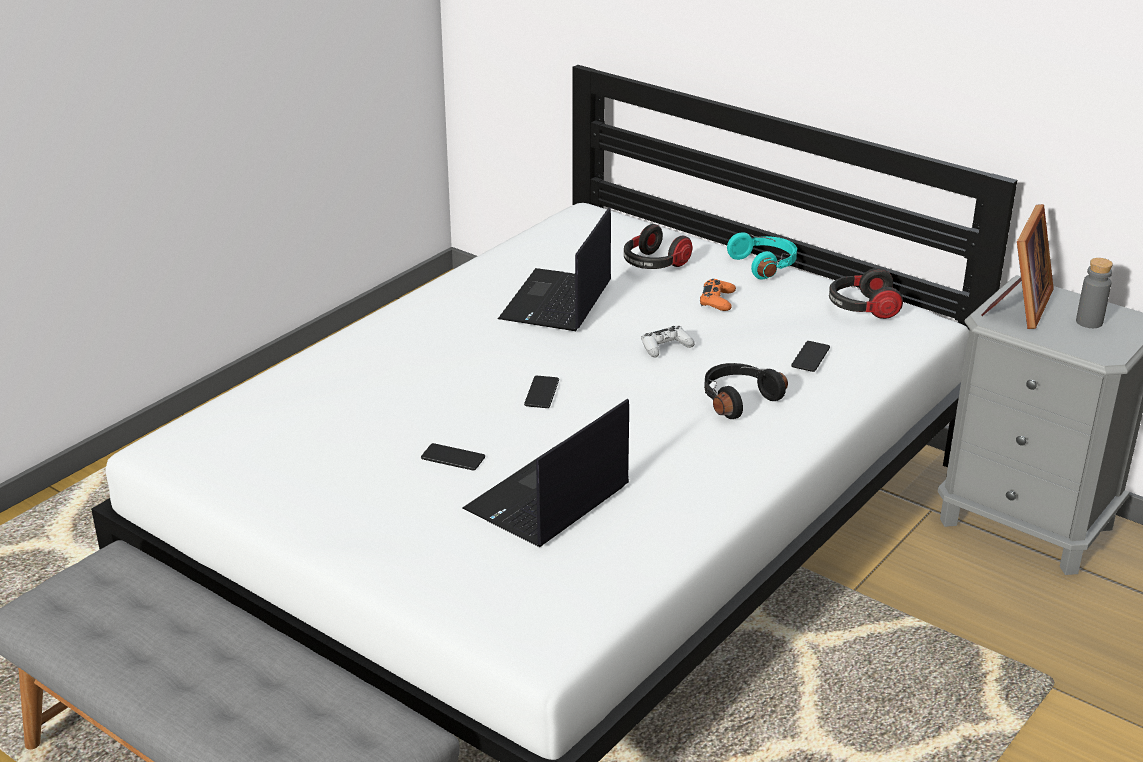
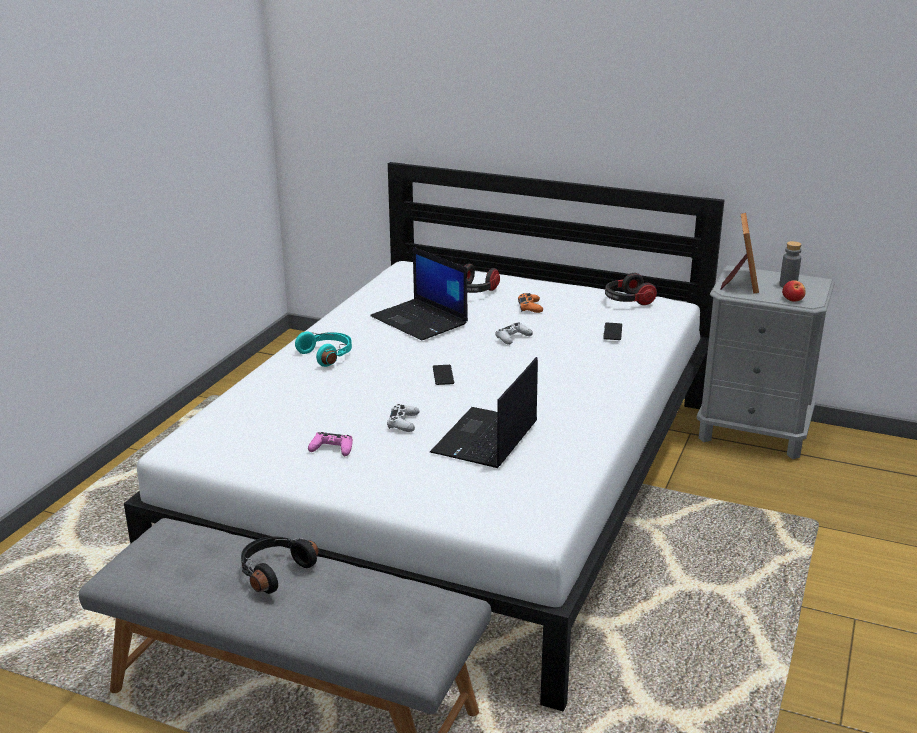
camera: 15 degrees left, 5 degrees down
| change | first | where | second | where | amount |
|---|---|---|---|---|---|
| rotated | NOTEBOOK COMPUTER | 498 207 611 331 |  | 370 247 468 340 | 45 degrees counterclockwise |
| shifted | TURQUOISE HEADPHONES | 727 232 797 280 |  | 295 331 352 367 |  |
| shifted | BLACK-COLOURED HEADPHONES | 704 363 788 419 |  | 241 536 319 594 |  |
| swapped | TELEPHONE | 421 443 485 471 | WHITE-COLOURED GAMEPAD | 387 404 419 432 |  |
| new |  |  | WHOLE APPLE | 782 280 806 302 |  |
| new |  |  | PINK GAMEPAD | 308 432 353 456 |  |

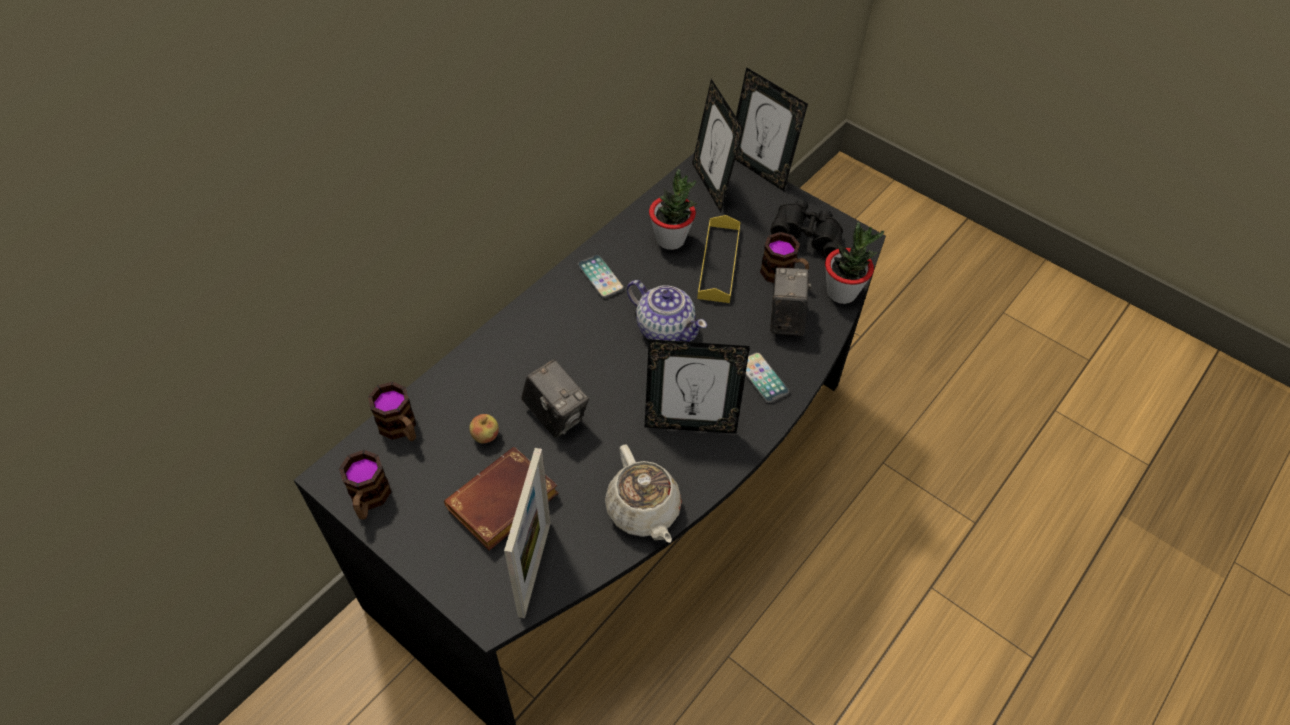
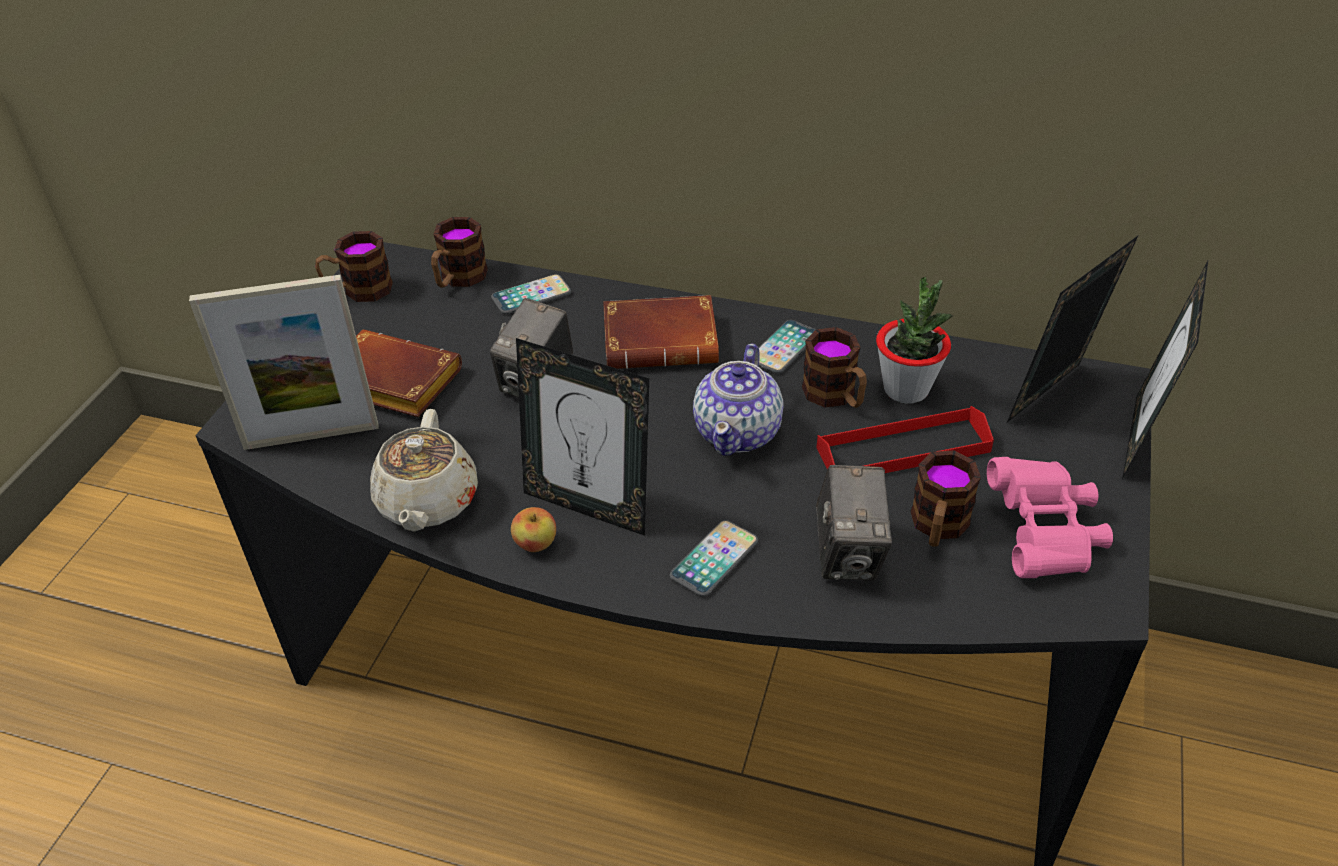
camera: 70 degrees right, 10 degrees down
| change | first | where | second | where | amount |
|---|---|---|---|---|---|
| repainted | BLACK-COLOURED BINOCULARS | 770 200 843 258 | PINK BINOCULARS | 987 457 1113 578 |  |
| repainted | YELLOW-COLOURED TRAY | 697 215 741 303 | REDDISH TRAY | 816 406 994 473 |  |
| gone | HOUSEPLANT | 825 222 884 304 |  |  |  |
| rotated | STILL CAMERA | 770 268 812 336 |  | 816 465 892 581 | 105 degrees clockwise |
| rotated | STANDING FRAME | 645 339 750 434 |  | 516 338 649 536 | 45 degrees counterclockwise |
| shifted | WHOLE APPLE | 469 414 499 443 |  | 511 507 556 552 |  |
| rotated | BEIGE TEAPOT | 605 445 682 543 |  | 370 409 478 532 | 45 degrees counterclockwise |
| new |  |  | TELEPHONE | 491 274 571 314 |  |
| new |  |  | BROWNISH VOLUME | 603 295 719 369 |  |
| new |  |  | MUG | 802 327 867 408 |  |

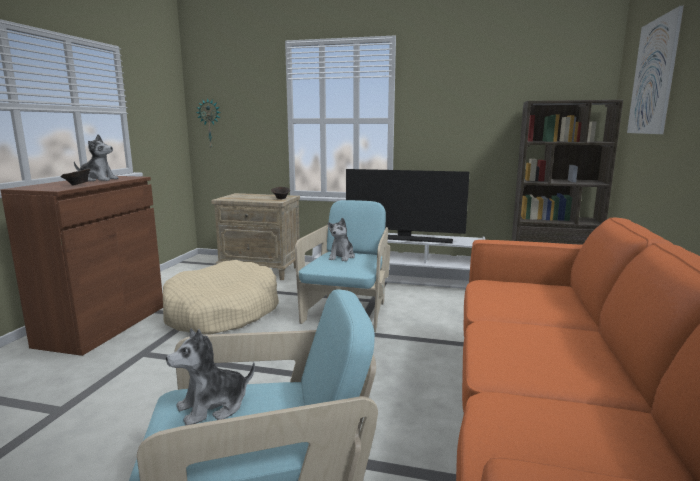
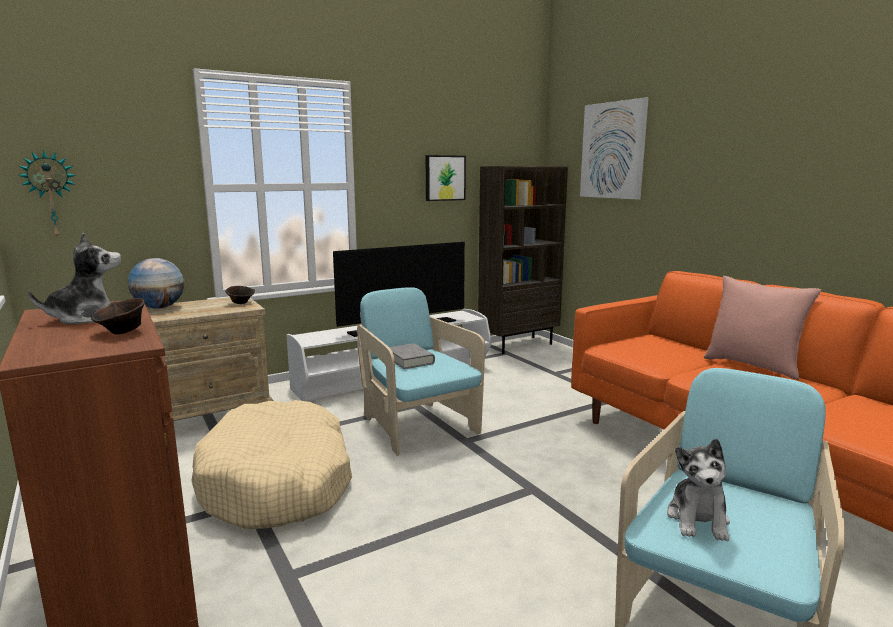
camera: 45 degrees left, 0 degrees up
| change | first | where | second | where | amount |
|---|---|---|---|---|---|
| swapped | PLUSH TOY | 328 218 355 261 | GREY VOLUME | 389 343 435 369 |  |
| new |  |  | PICTURE | 426 155 466 201 |  |
| new |  |  | DESK GLOBE | 128 258 184 309 |  |
| new |  |  | PINK CUSHION | 704 276 821 380 |  |

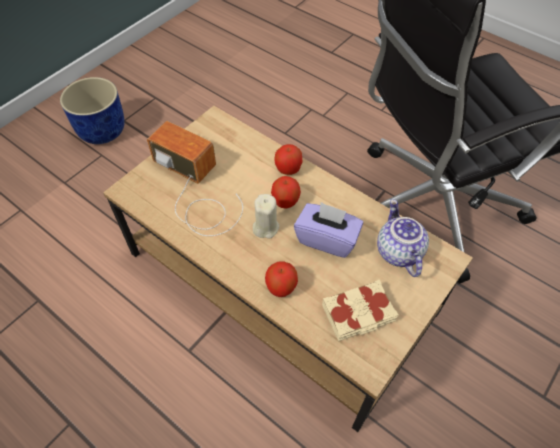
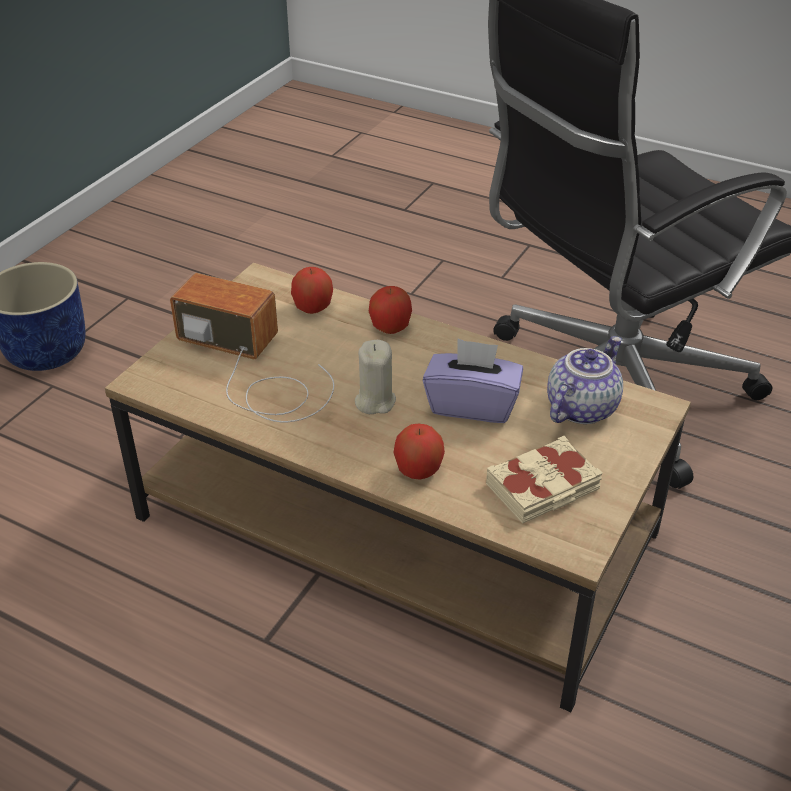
camera: 10 degrees left, 15 degrees down
| change | first | where | second | where | amount |
|---|---|---|---|---|---|
| shifted | WHOLE APPLE | 271 176 301 209 |  | 291 267 333 314 |  |
| rotated | TEAPOT | 377 199 429 277 |  | 547 336 623 424 | 60 degrees clockwise |

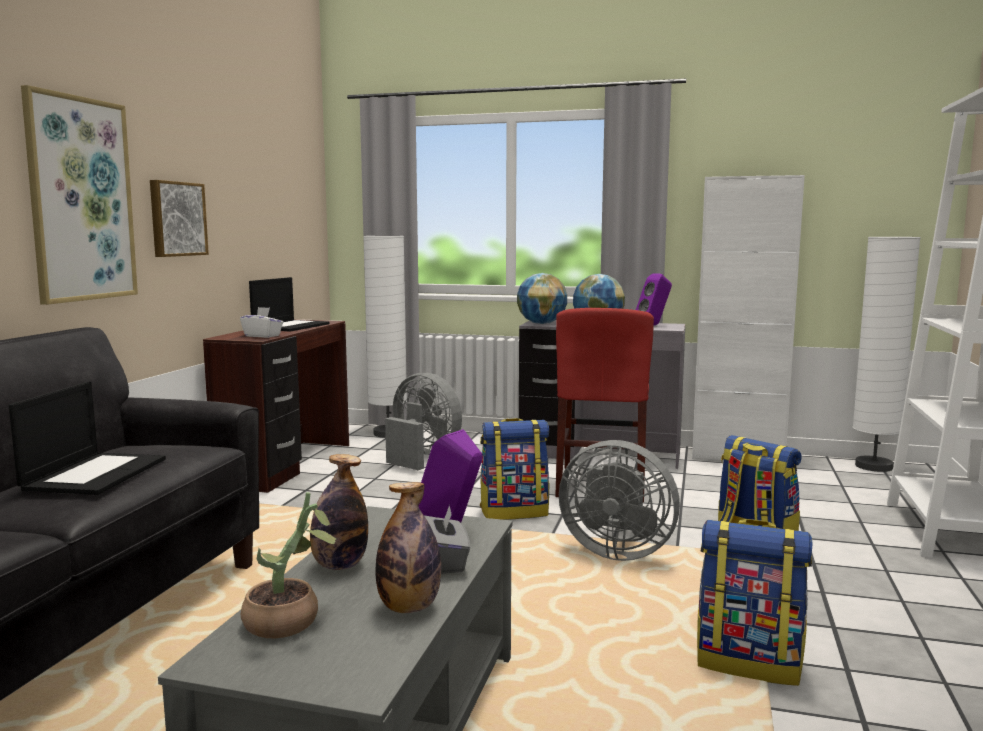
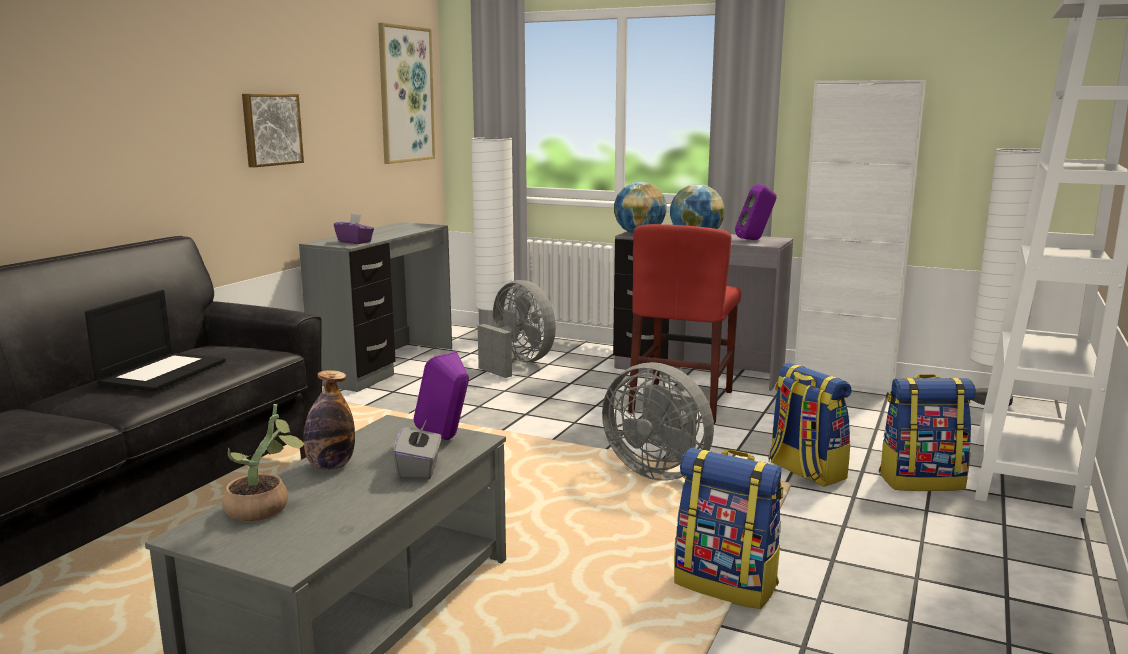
camera: 10 degrees right, 5 degrees up
| change | first | where | second | where | amount |
|---|---|---|---|---|---|
| shifted | PICTURE | 21 85 138 305 |  | 378 23 435 164 |  |
| gone | NOTEBOOK COMPUTER | 249 277 330 332 |  |  |  |
| repainted | WHITE-COLOURED BOX OF TISSUES | 240 307 283 338 | PURPLISH BOX OF TISSUES | 334 214 374 244 |  |
| repainted | BROWNISH DESK TABLE | 203 319 349 493 | GREY DESK TABLE | 299 222 452 392 |  |
| shifted | RUCKSACK | 480 418 549 520 |  | 879 374 976 491 |  |
| gone | BEVERAGE BOTTLE | 376 482 441 613 |  |  |  |

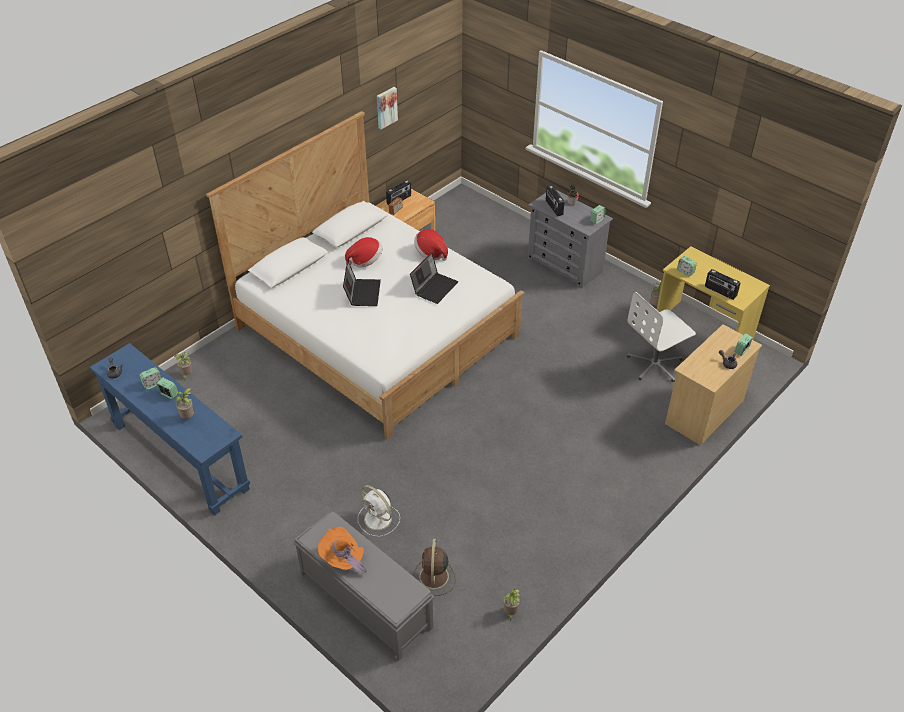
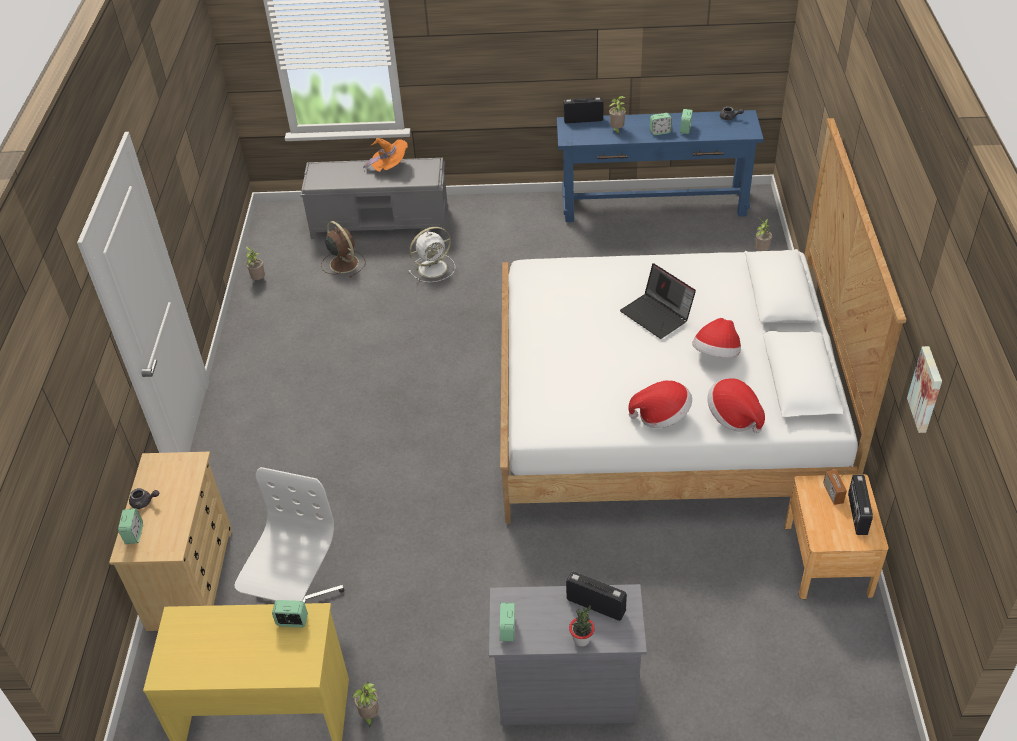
camera: 140 degrees right, 0 degrees up
| change | first | where | second | where | amount |
|---|---|---|---|---|---|
| gone | NOTEBOOK COMPUTER | 410 253 458 304 |  |  |  |
| shifted | RADIO SET | 705 269 740 300 |  | 563 97 604 123 |  |
| rotated | WHITE-COLOURED ELECTRIC FAN | 358 485 400 537 |  | 409 227 455 282 | 150 degrees clockwise |
| new |  |  | HAT | 708 378 765 433 |  |

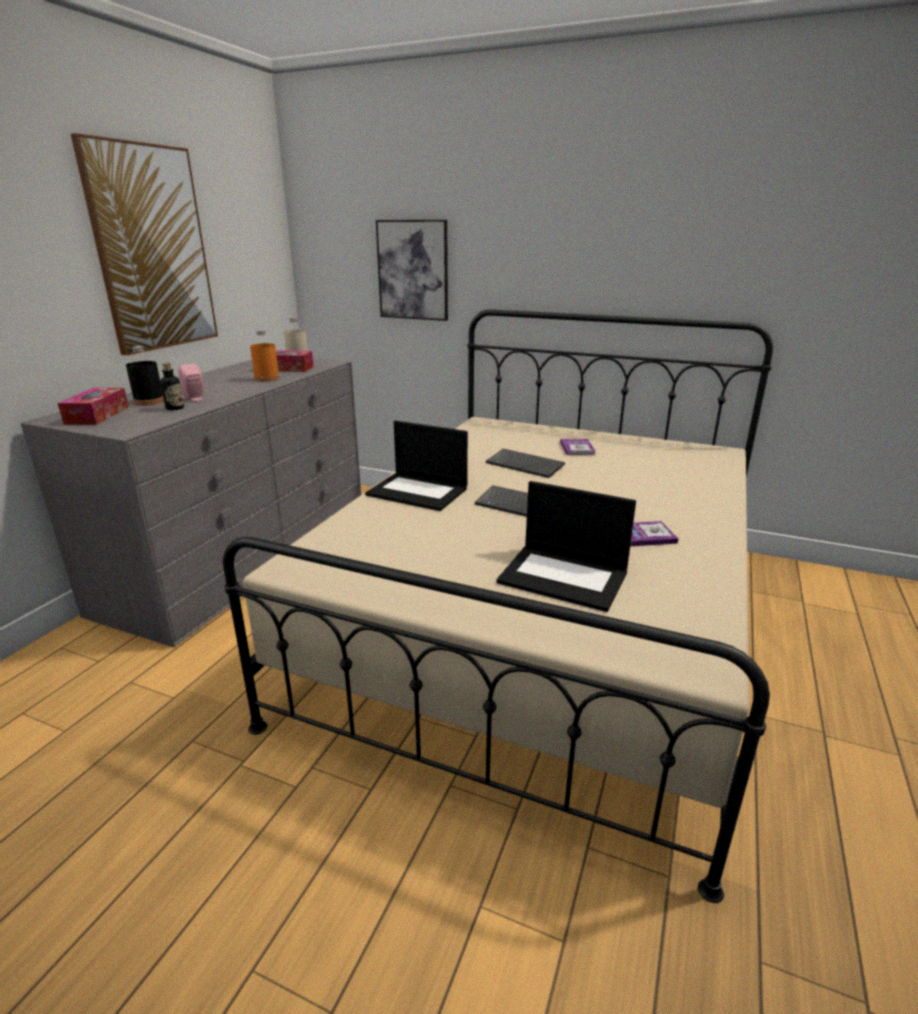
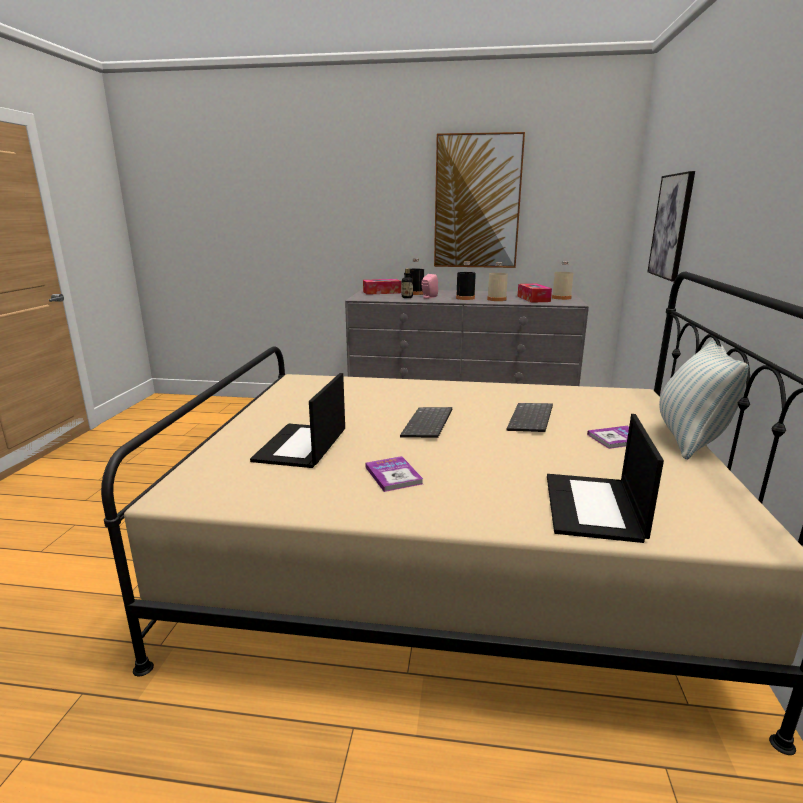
camera: 75 degrees right, 5 degrees down
| change | first | where | second | where | amount |
|---|---|---|---|---|---|
| repainted | ORANGE BEVERAGE BOTTLE | 250 330 280 382 | BEIGE BEVERAGE BOTTLE | 487 262 508 301 |  |
| shifted | NOTEBOOK COMPUTER | 365 420 468 511 |  | 547 414 664 543 |  |
| new |  |  | BLACK-COLOURED BEVERAGE BOTTLE | 456 261 476 300 |  |
| new |  |  | CUSHION | 659 338 749 460 |  |

